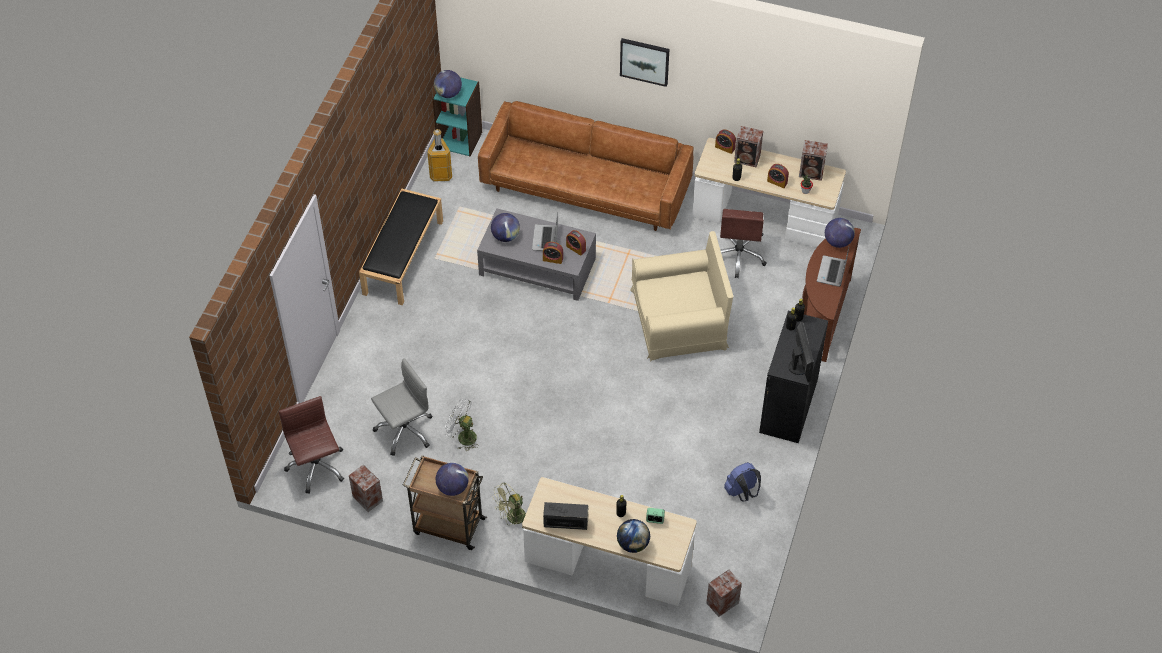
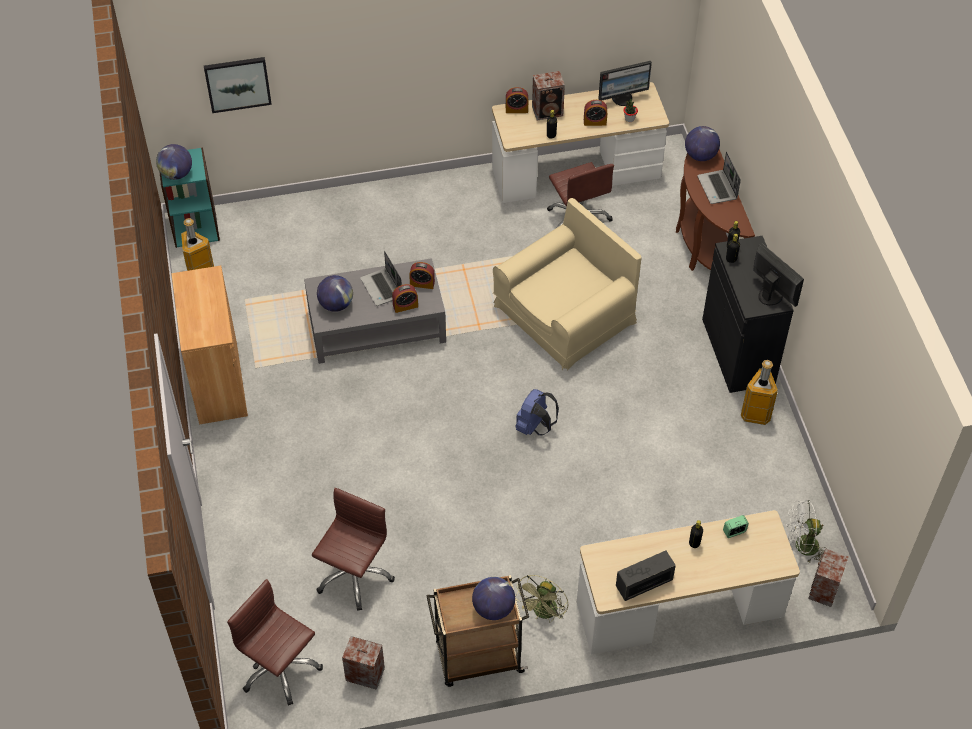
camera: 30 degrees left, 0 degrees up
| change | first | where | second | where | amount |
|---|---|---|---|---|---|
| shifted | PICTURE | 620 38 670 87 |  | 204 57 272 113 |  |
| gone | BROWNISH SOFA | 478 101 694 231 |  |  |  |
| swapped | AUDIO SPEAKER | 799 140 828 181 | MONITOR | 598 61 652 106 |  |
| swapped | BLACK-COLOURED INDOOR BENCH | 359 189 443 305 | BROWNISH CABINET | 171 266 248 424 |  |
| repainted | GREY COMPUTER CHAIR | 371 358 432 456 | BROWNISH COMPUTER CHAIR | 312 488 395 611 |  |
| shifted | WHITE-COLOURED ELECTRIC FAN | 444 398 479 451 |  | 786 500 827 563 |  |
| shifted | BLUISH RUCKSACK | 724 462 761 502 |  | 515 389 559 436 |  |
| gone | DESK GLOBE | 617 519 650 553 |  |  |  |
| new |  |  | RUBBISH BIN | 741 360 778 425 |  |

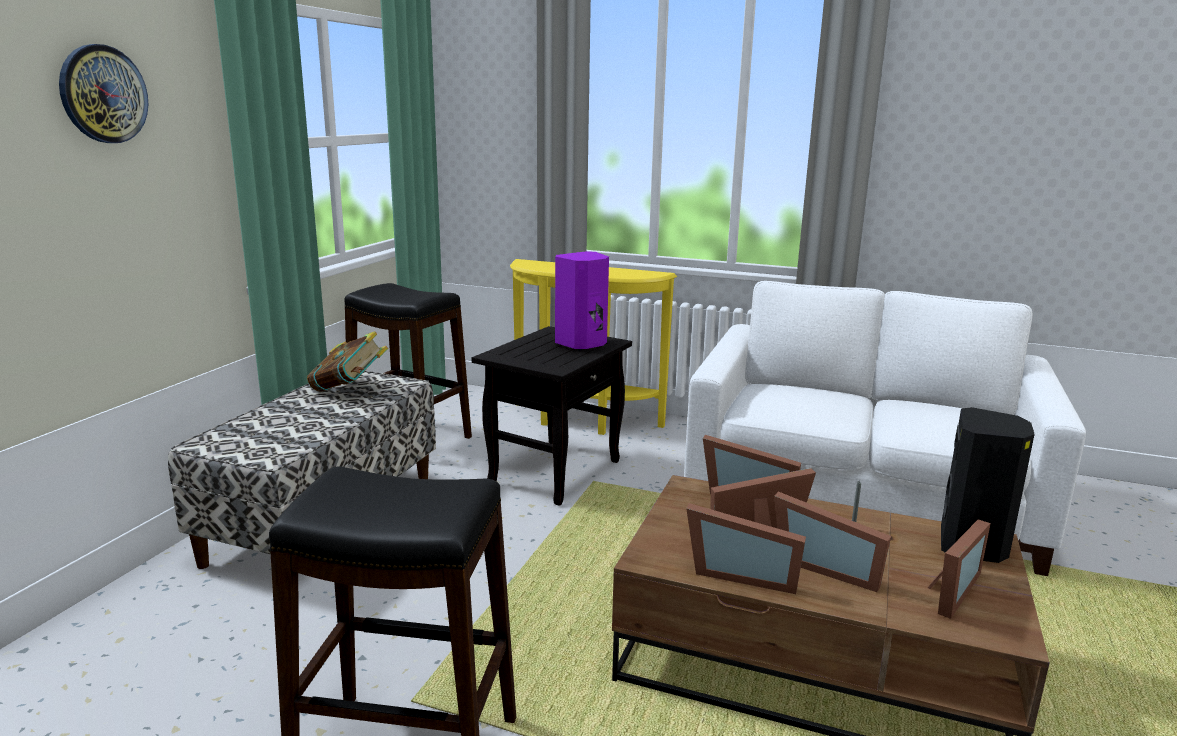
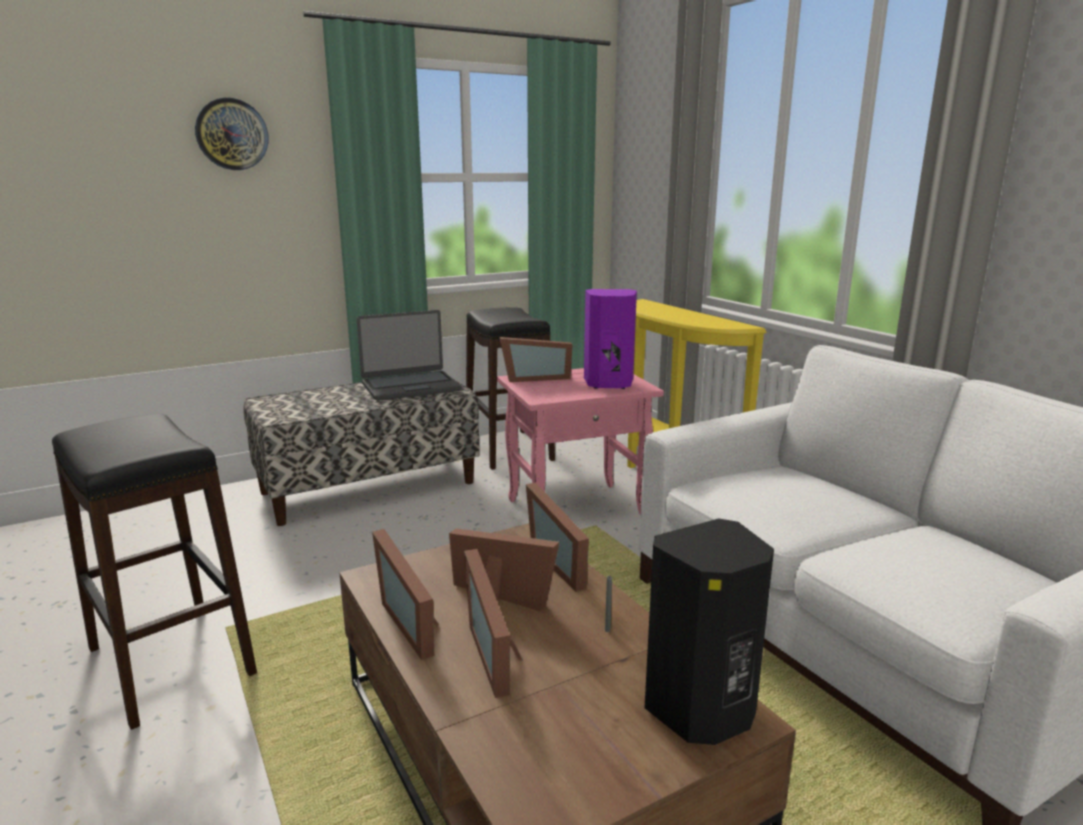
camera: 40 degrees right, 0 degrees up
| change | first | where | second | where | amount |
|---|---|---|---|---|---|
| repainted | BLACK-COLOURED SIDE TABLE | 472 326 632 506 | PINK SIDE TABLE | 497 368 664 516 |  |
| swapped | VOLUME | 307 331 388 392 | NOTEBOOK COMPUTER | 357 310 461 401 |  |
| shifted | STANDING FRAME | 928 519 991 619 |  | 499 337 573 382 |  |

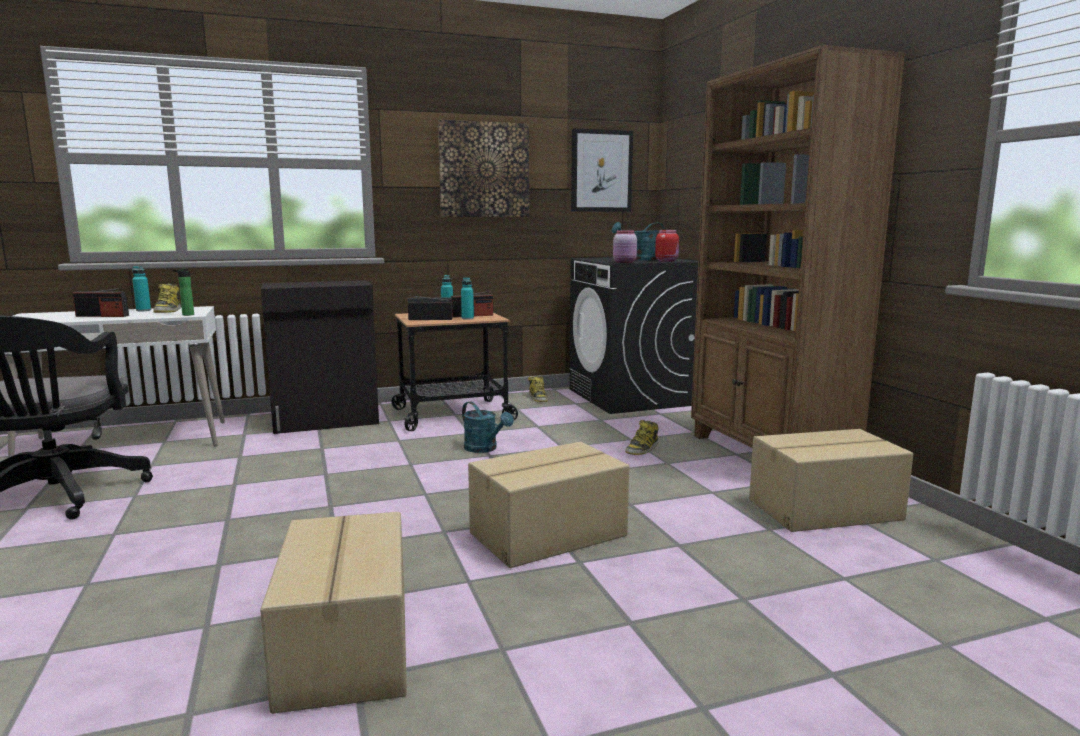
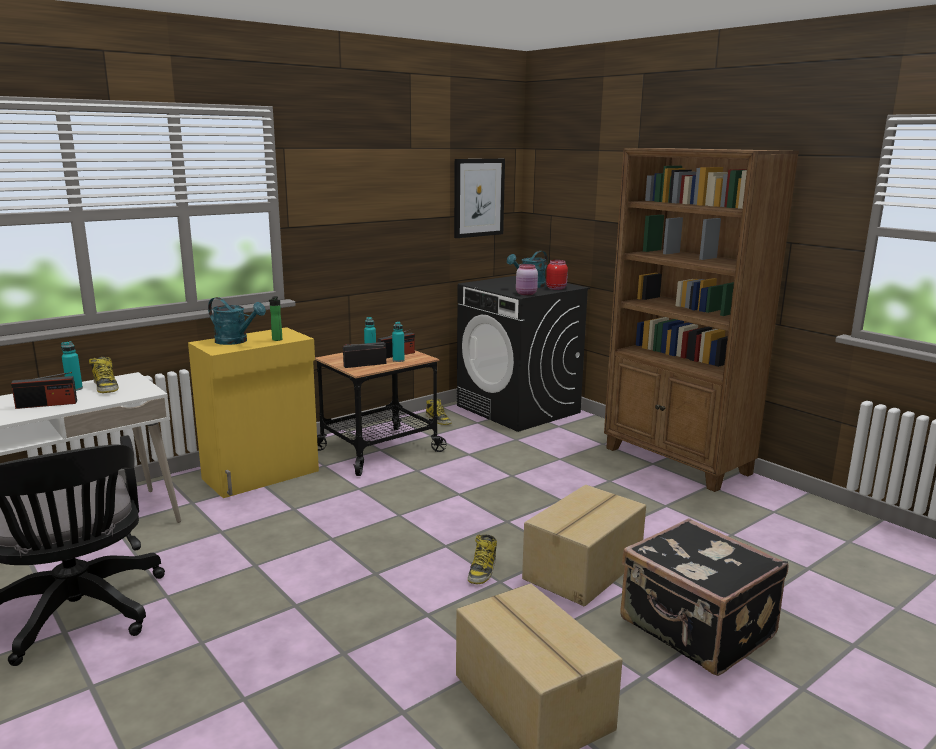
camera: 20 degrees left, 5 degrees up
| change | first | where | second | where | amount |
|---|---|---|---|---|---|
| gone | PICTURE | 438 120 529 217 |  |  |  |
| shifted | BEVERAGE BOTTLE | 173 268 194 316 |  | 269 296 282 341 |  |
| repainted | BLACK-COLOURED CABINET | 261 280 379 434 | YELLOW-COLOURED CABINET | 188 327 319 498 |  |
| shifted | TURQUOISE WATERING POT | 462 402 514 453 |  | 208 297 266 345 |  |
| shifted | BOOT | 625 420 658 455 |  | 468 535 497 584 |  |
| gone | CARDBOARD BOX | 749 429 913 532 |  |  |  |
| new |  |  | BLACK-COLOURED SUITCASE | 621 518 789 676 |  |

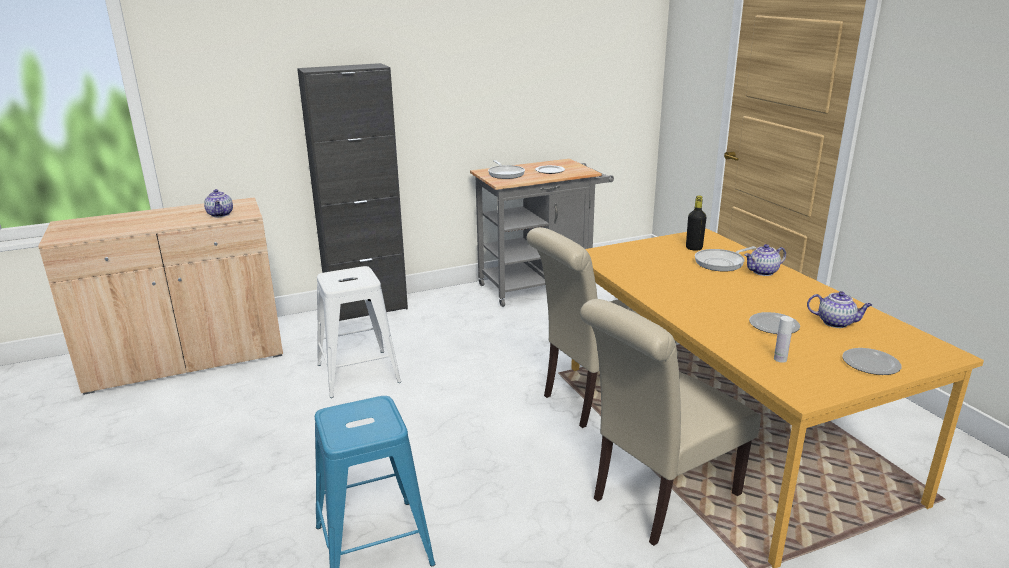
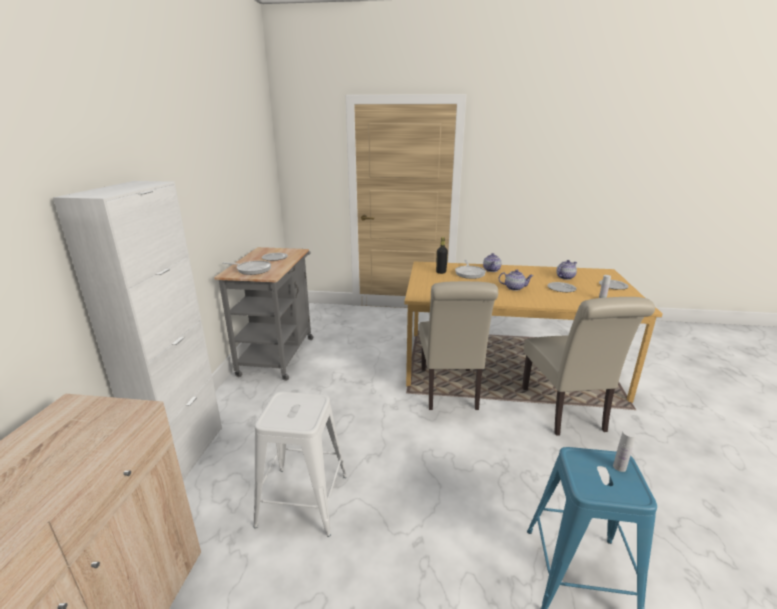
camera: 60 degrees left, 0 degrees up
| change | first | where | second | where | amount |
|---|---|---|---|---|---|
| repainted | BLACK-COLOURED CABINET | 297 63 408 321 | WHITE-COLOURED CABINET | 53 181 222 481 |  |
| shifted | TEAPOT | 204 189 233 217 |  | 499 270 533 291 |  |
| new |  |  | WHITE-COLOURED BEVERAGE BOTTLE | 613 429 636 472 |  |

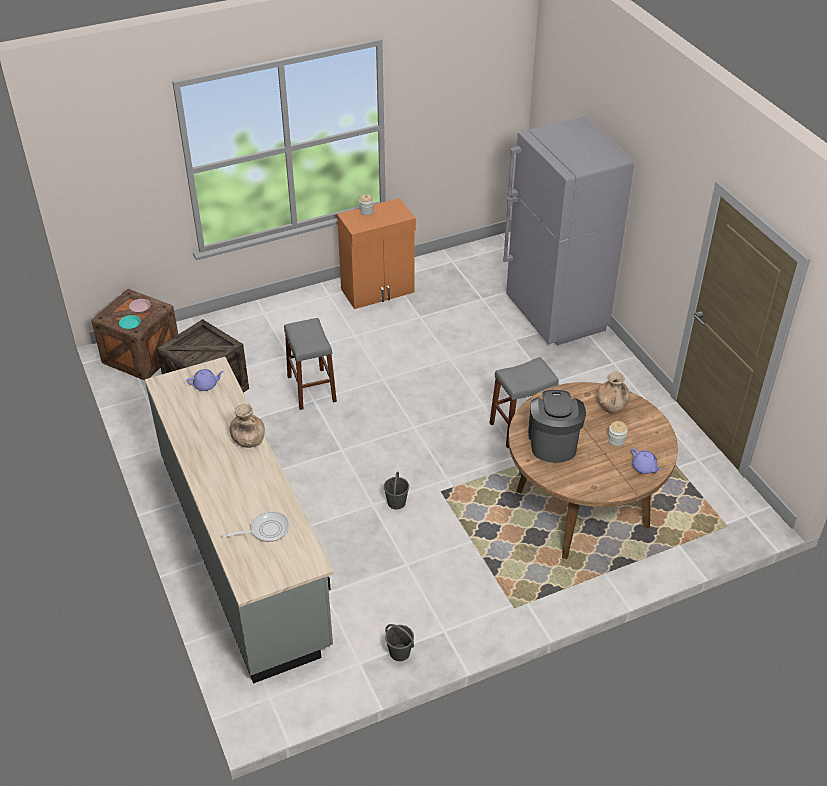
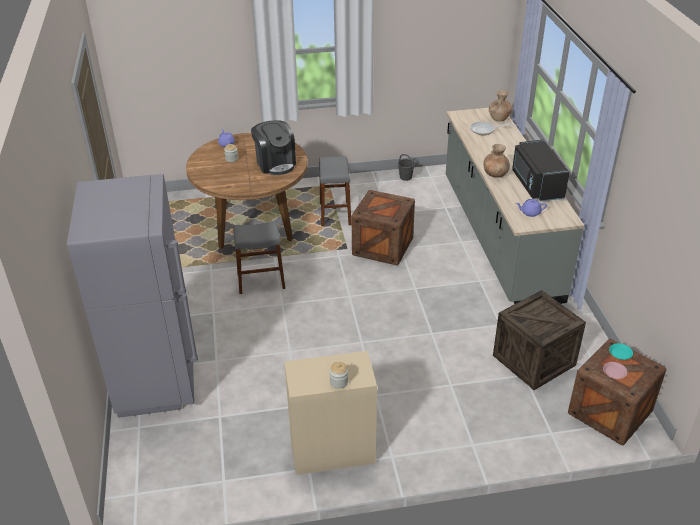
camera: 165 degrees left, 5 degrees down
| change | first | where | second | where | amount |
|---|---|---|---|---|---|
| repainted | ORANGE CABINET | 337 198 416 309 | BEIGE CABINET | 284 351 377 475 |  |
| shifted | GREY SITTING STOOL | 284 318 337 410 |  | 319 156 352 226 |  |
| shifted | BROWNISH FLOWER VASE | 597 372 630 414 |  | 489 90 512 122 |  |
| rotated | COFFEE MAKER | 528 390 586 463 |  | 251 120 296 175 | 45 degrees counterclockwise |
| swapped | GREY PAIL | 384 472 409 510 | PACKING CRATE | 352 190 415 265 |  |
| new |  |  | BLACK-COLOURED MICROWAVE | 512 140 570 202 |  |

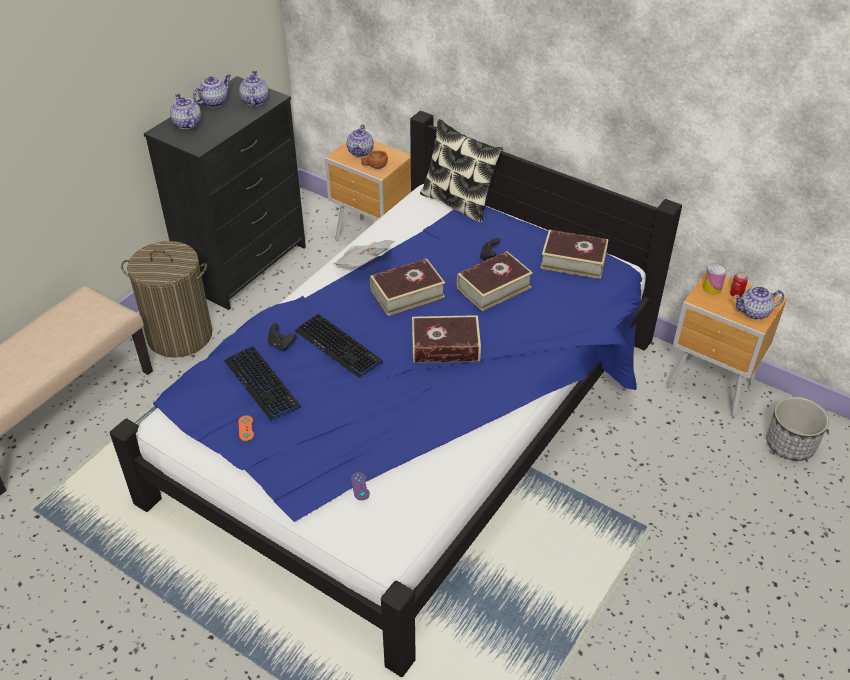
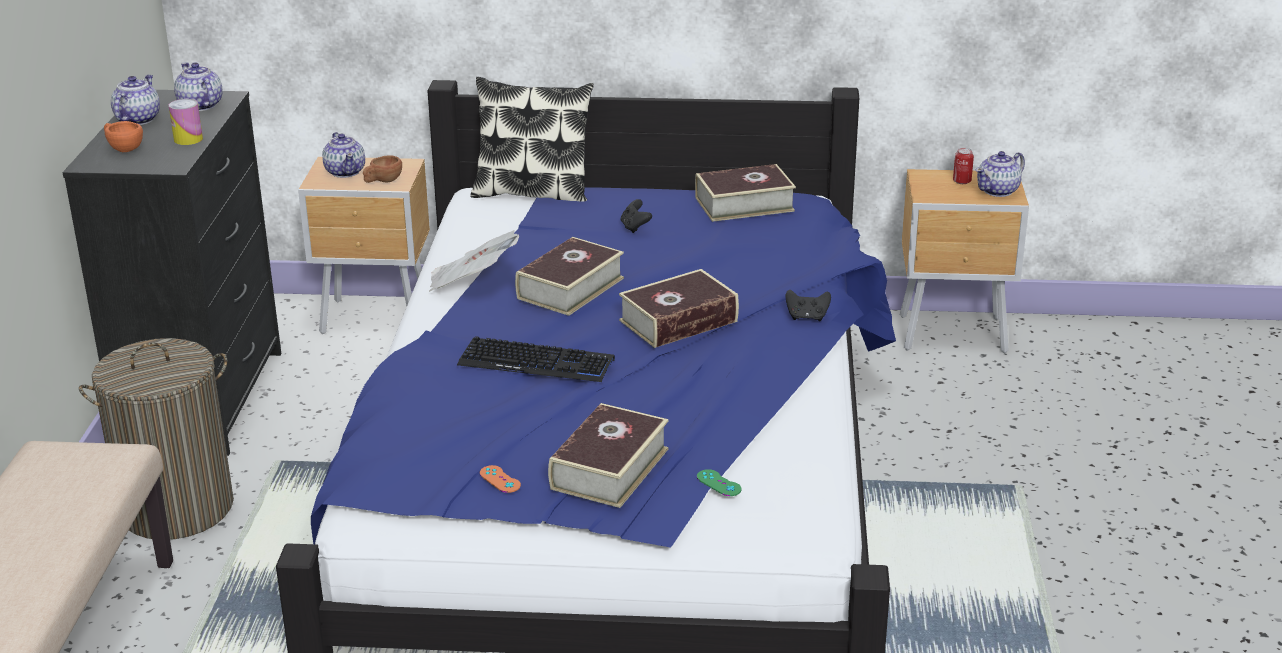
camera: 30 degrees left, 15 degrees down
| change | first | where | second | where | amount |
|---|---|---|---|---|---|
| swapped | TEAPOT | 170 93 201 129 | ORANGE CUP | 104 121 143 152 |  |
| shifted | VOLUME | 457 251 533 311 |  | 548 403 669 508 |  |
| shifted | METAL CAN | 703 263 727 294 |  | 169 99 203 145 |  |
| shifted | BLACK-COLOURED GAMEPAD | 268 323 296 351 |  | 786 290 831 321 |  |
| gone | COMPUTER KEYBOARD | 224 346 300 421 |  |  |  |
| gone | PLANT POT | 766 397 829 461 |  |  |  |
| repainted | PURPLISH GAMEPAD | 351 472 370 500 | GREEN-COLOURED GAMEPAD | 697 469 742 496 |  |

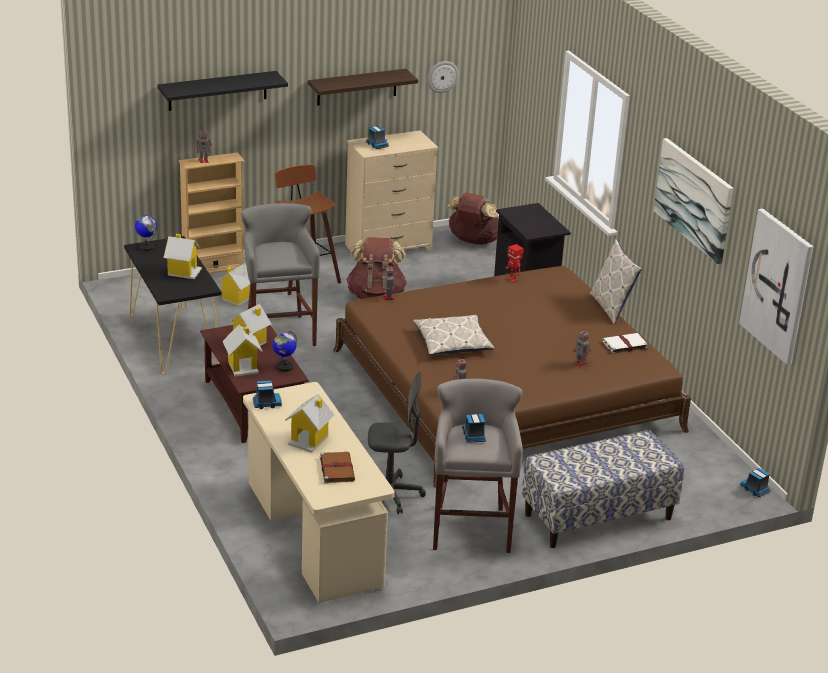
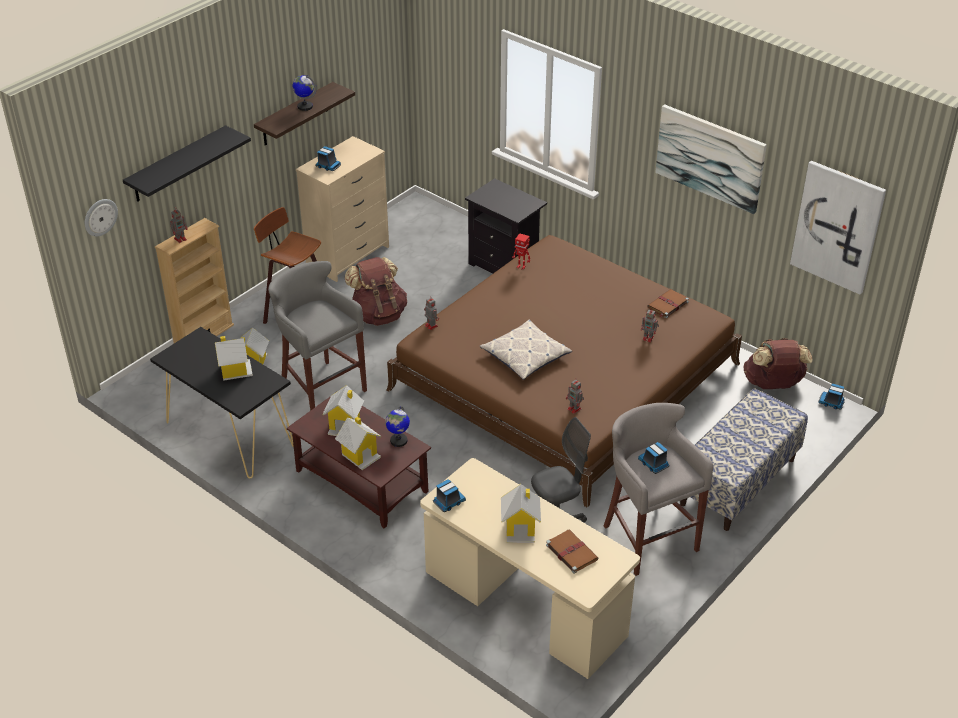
camera: 25 degrees left, 10 degrees up
| change | first | where | second | where | amount |
|---|---|---|---|---|---|
| shifted | WALL CLOCK | 427 61 459 93 |  | 85 199 118 236 |  |
| shifted | BROWNISH RUCKSACK | 447 193 499 245 |  | 743 338 813 389 |  |
| shifted | DESK GLOBE | 135 215 157 251 |  | 293 75 317 111 |  |
| gone | CUSHION | 590 239 642 324 |  |  |  |
| repainted | WHITE-COLOURED VOLUME | 602 333 648 354 | BROWNISH VOLUME | 648 289 689 318 |  |

